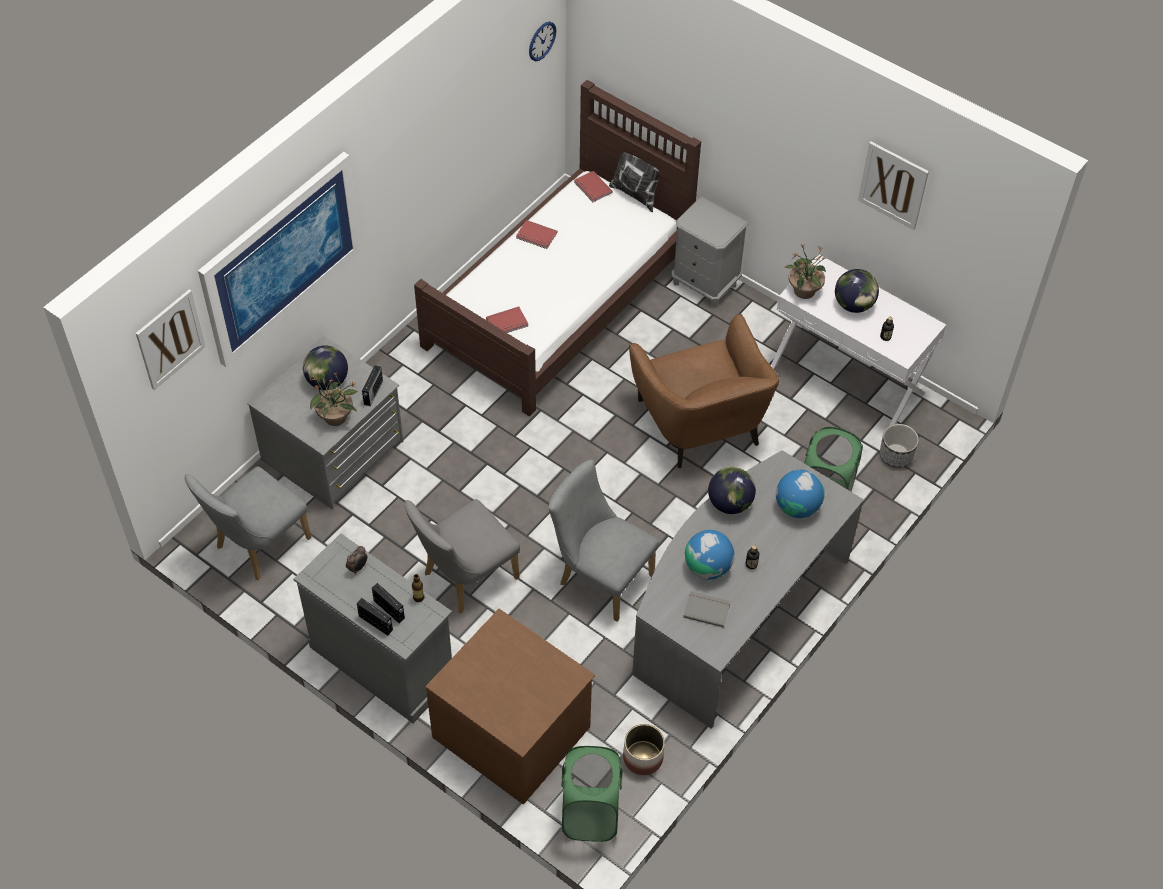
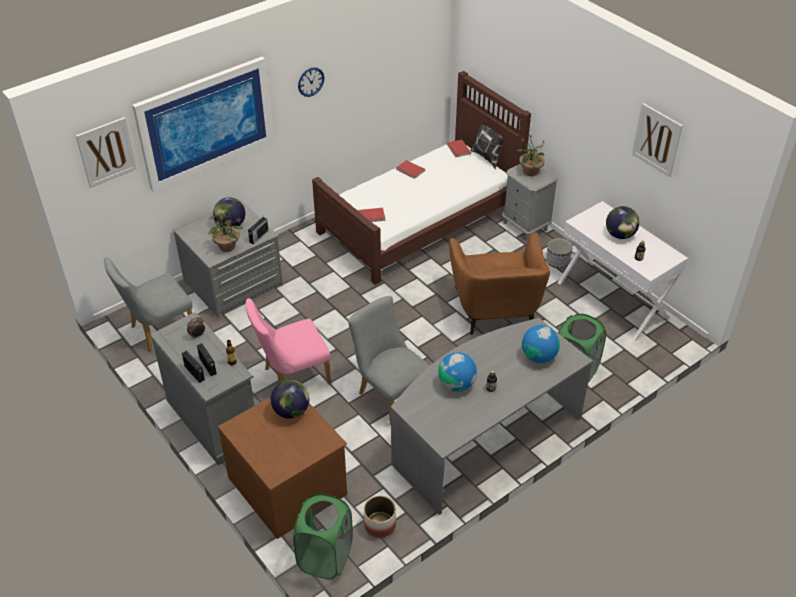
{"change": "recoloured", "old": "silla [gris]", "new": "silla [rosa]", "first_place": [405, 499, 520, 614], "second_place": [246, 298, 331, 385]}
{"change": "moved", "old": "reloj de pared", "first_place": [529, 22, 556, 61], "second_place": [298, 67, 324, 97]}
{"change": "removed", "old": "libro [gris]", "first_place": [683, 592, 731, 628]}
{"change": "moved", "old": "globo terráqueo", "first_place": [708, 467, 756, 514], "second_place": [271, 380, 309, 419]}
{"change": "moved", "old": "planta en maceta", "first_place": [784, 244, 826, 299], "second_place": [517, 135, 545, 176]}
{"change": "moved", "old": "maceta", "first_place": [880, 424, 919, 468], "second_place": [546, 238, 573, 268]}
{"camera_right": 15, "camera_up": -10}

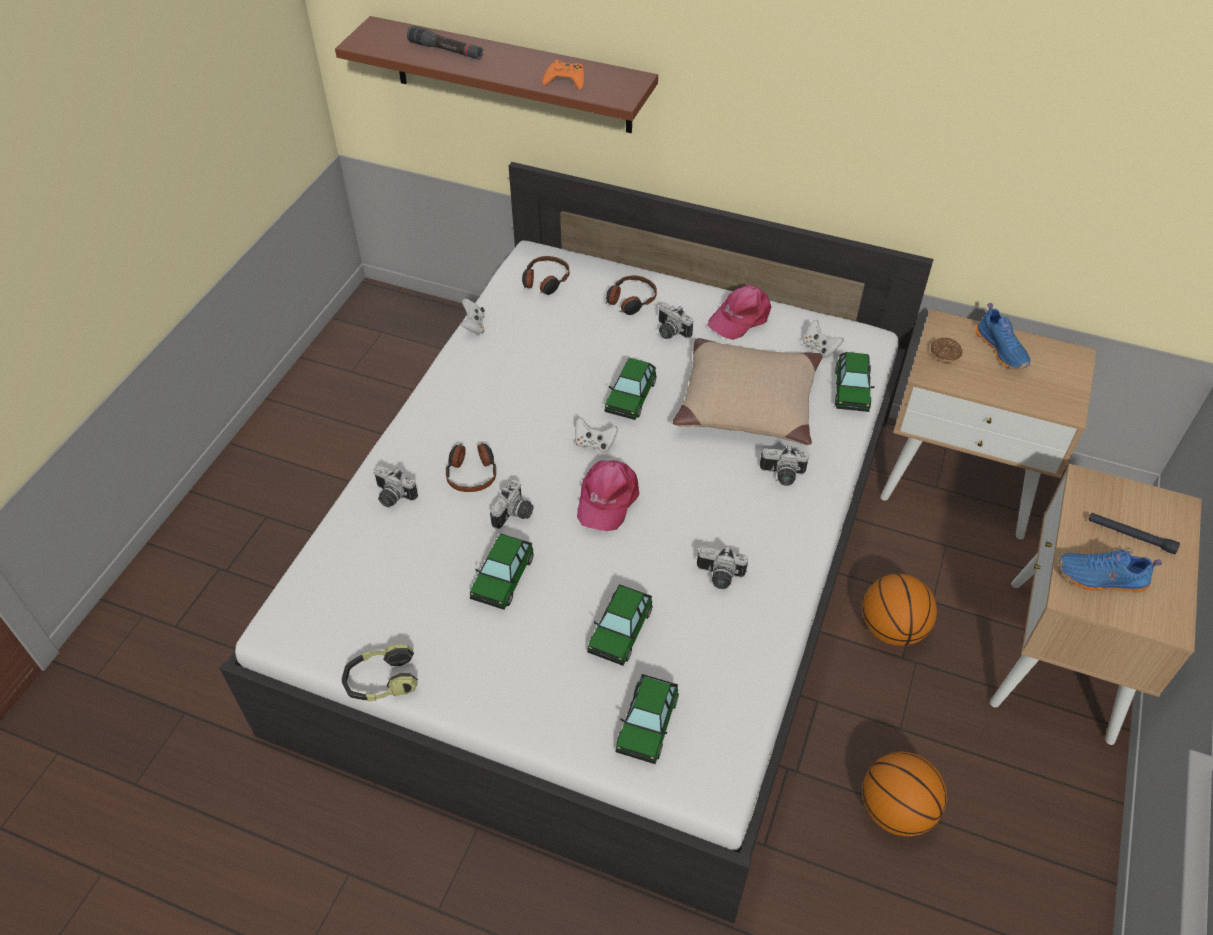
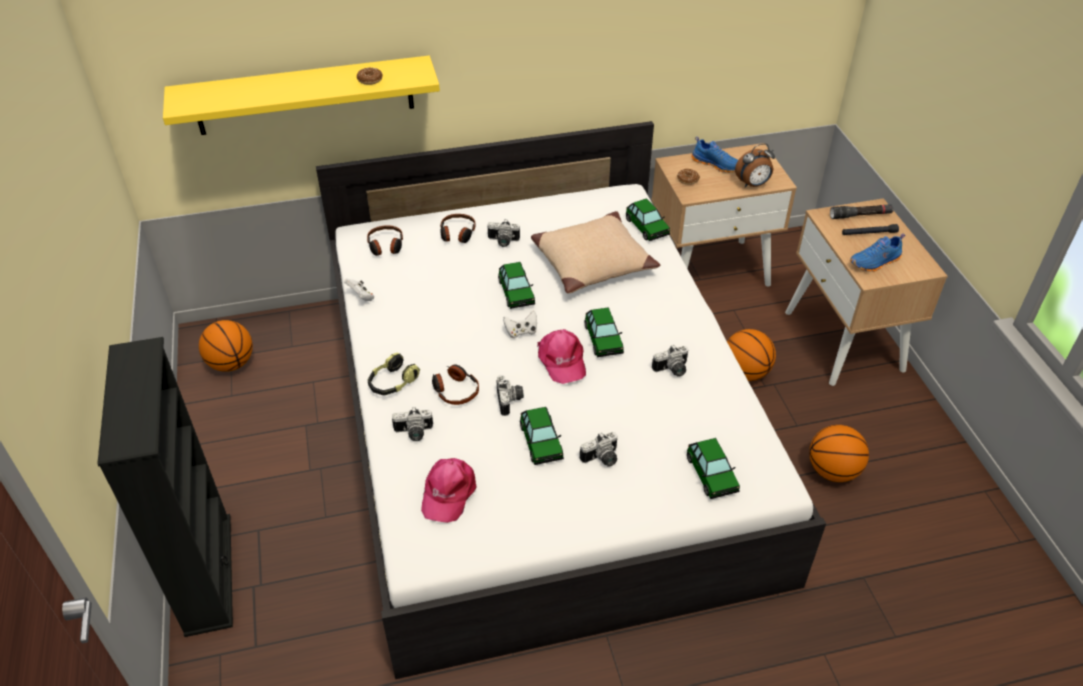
{"change": "recoloured", "old": "estante [marrón]", "new": "estante [amarillo]", "first_place": [335, 16, 658, 133], "second_place": [163, 56, 440, 135]}
{"change": "moved", "old": "auriculares", "first_place": [342, 644, 418, 701], "second_place": [368, 353, 420, 395]}
{"change": "moved", "old": "linterna [negro]", "first_place": [407, 26, 483, 60], "second_place": [830, 204, 894, 219]}
{"change": "replaced", "old": "mando de consola [naranja]", "new": "rosquilla", "first_place": [542, 60, 584, 90], "second_place": [357, 67, 382, 85]}
{"change": "moved", "old": "coche de juguete", "first_place": [587, 584, 652, 666], "second_place": [585, 307, 624, 357]}
{"change": "moved", "old": "gorra [rosa]", "first_place": [707, 284, 771, 340], "second_place": [421, 458, 476, 523]}
{"change": "moved", "old": "cámara", "first_place": [760, 446, 809, 486], "second_place": [580, 432, 618, 467]}
{"change": "removed", "old": "mando de consola [blanco]", "first_place": [803, 320, 844, 358]}
{"change": "added", "new": "estantería [negro]", "second_place": [97, 337, 233, 637]}
{"change": "added", "new": "balón de baloncesto", "second_place": [199, 320, 253, 372]}
{"change": "added", "new": "despertador", "second_place": [735, 143, 775, 187]}
{"camera_right": -35, "camera_up": -5}

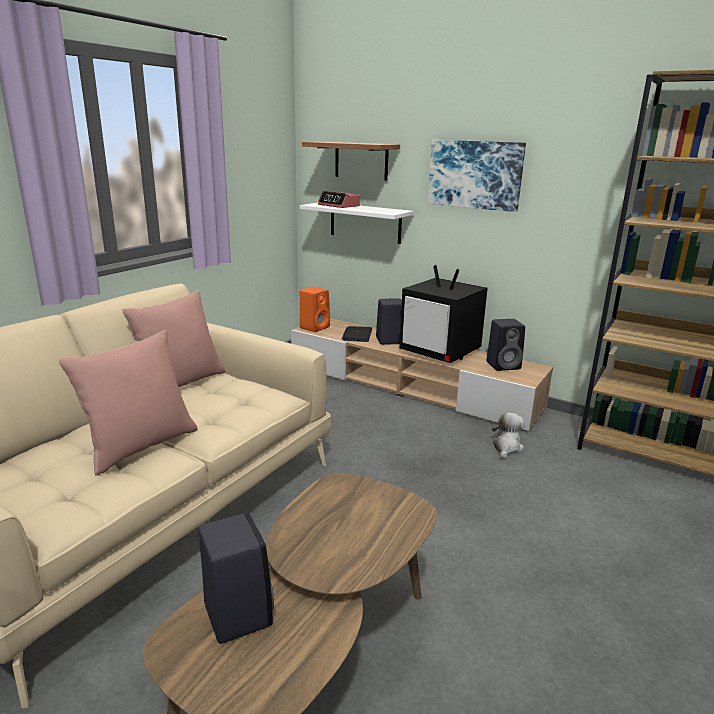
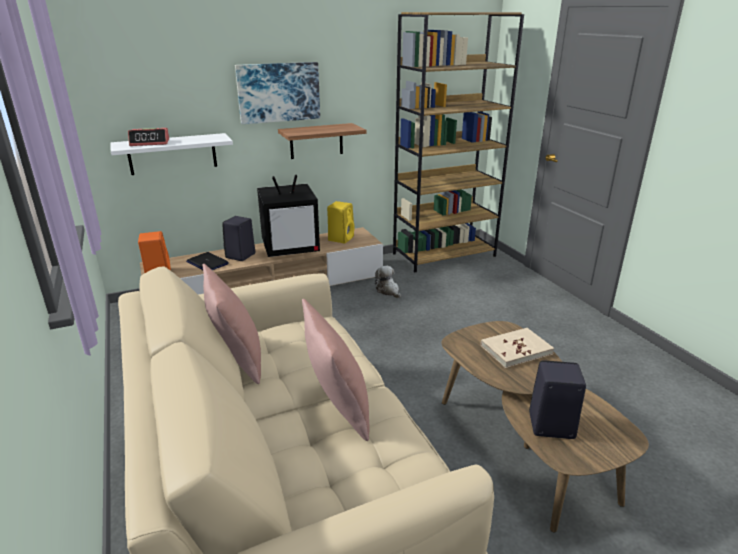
{"change": "moved", "old": "estante", "first_place": [302, 142, 400, 181], "second_place": [278, 123, 366, 159]}
{"change": "recoloured", "old": "altavoz [negro]", "new": "altavoz [amarillo]", "first_place": [486, 319, 525, 371], "second_place": [327, 201, 355, 243]}
{"change": "added", "new": "libro [beis]", "second_place": [481, 328, 554, 368]}
{"camera_right": -55, "camera_up": 5}

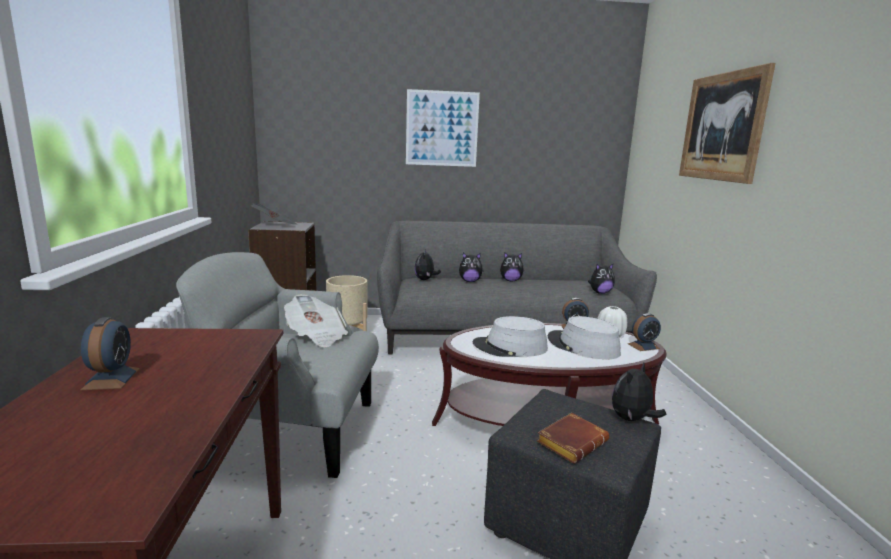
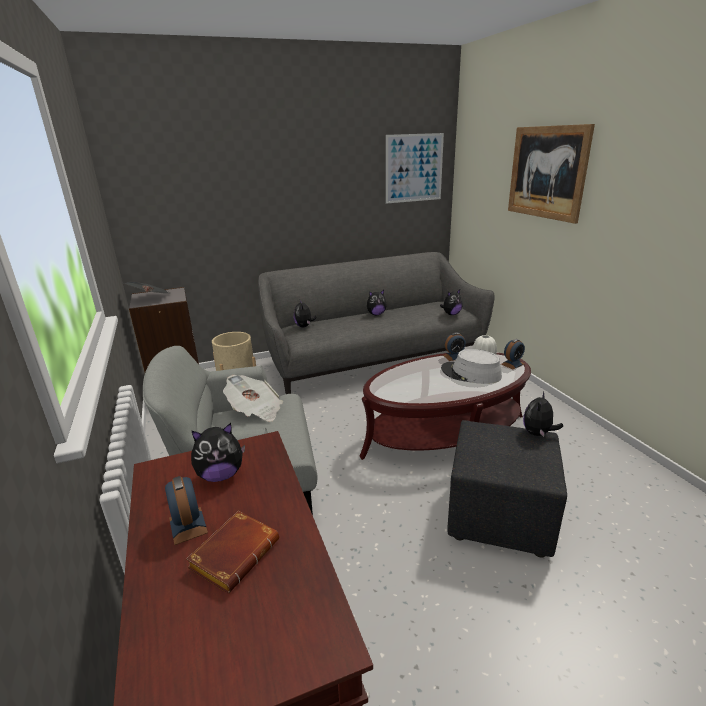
{"change": "moved", "old": "cuadro", "first_place": [406, 89, 480, 167], "second_place": [386, 133, 444, 204]}
{"change": "moved", "old": "peluche", "first_place": [459, 253, 484, 282], "second_place": [191, 423, 245, 482]}
{"change": "removed", "old": "sombrero [gris]", "first_place": [473, 316, 548, 357]}
{"change": "moved", "old": "libro [marrón]", "first_place": [537, 413, 609, 464], "second_place": [186, 511, 279, 593]}
{"camera_right": -15, "camera_up": 10}

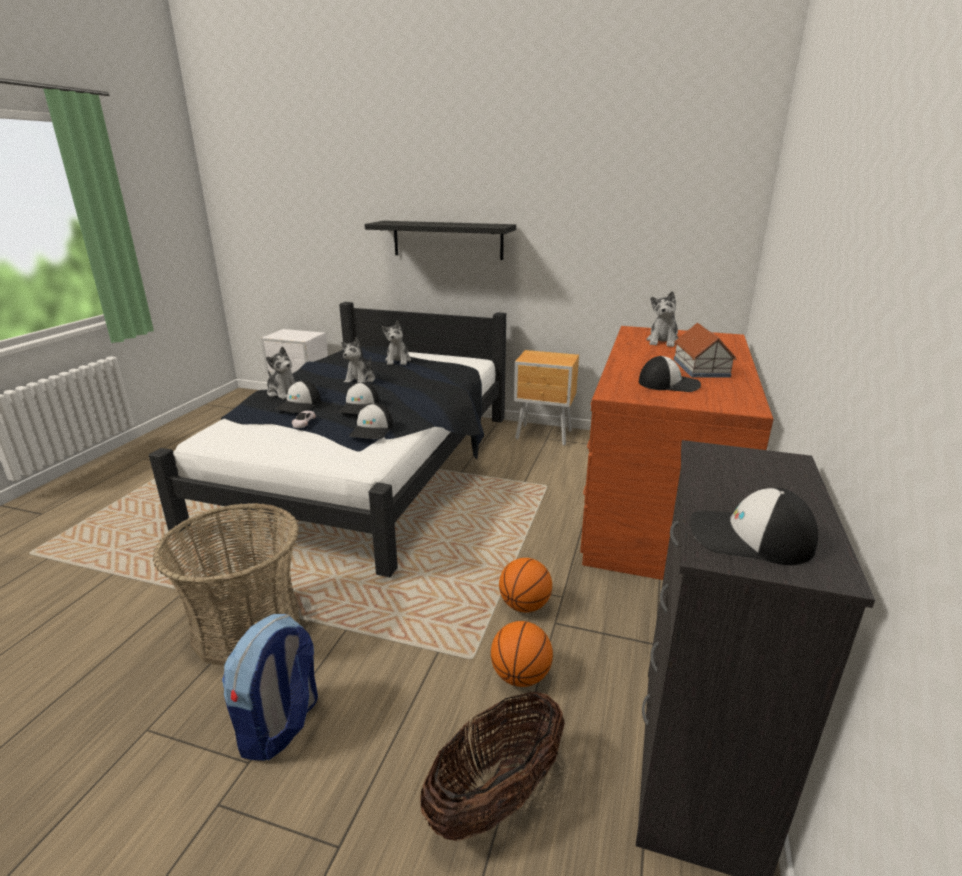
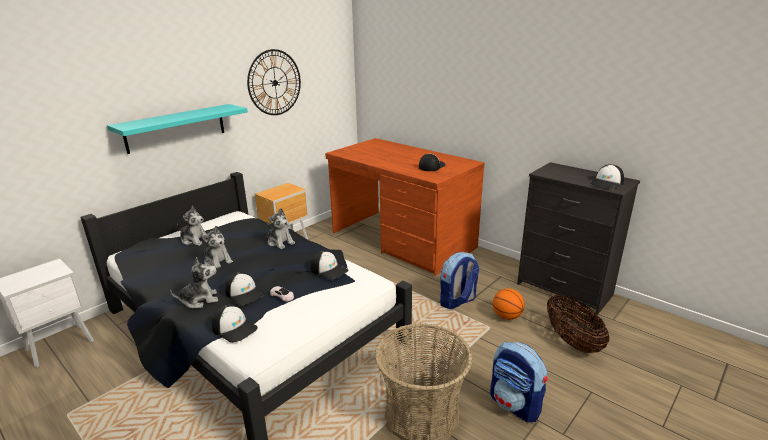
{"change": "moved", "old": "gorra", "first_place": [339, 382, 379, 414], "second_place": [212, 304, 258, 343]}
{"change": "recoloured", "old": "estante [negro]", "new": "estante [turquesa]", "first_place": [364, 221, 516, 260], "second_place": [107, 104, 248, 154]}
{"change": "replaced", "old": "balón de baloncesto", "new": "mochila", "first_place": [499, 558, 552, 613], "second_place": [440, 252, 479, 310]}
{"change": "moved", "old": "peluche", "first_place": [647, 291, 678, 347], "second_place": [268, 208, 295, 249]}
{"change": "removed", "old": "casita", "first_place": [674, 323, 737, 378]}
{"change": "added", "new": "reloj de pared", "second_place": [247, 49, 301, 115]}
{"camera_right": -65, "camera_up": 0}

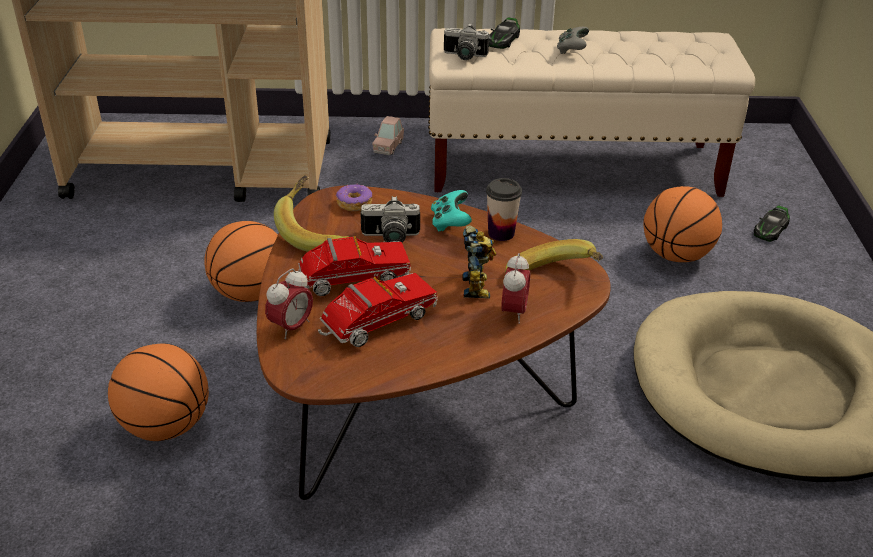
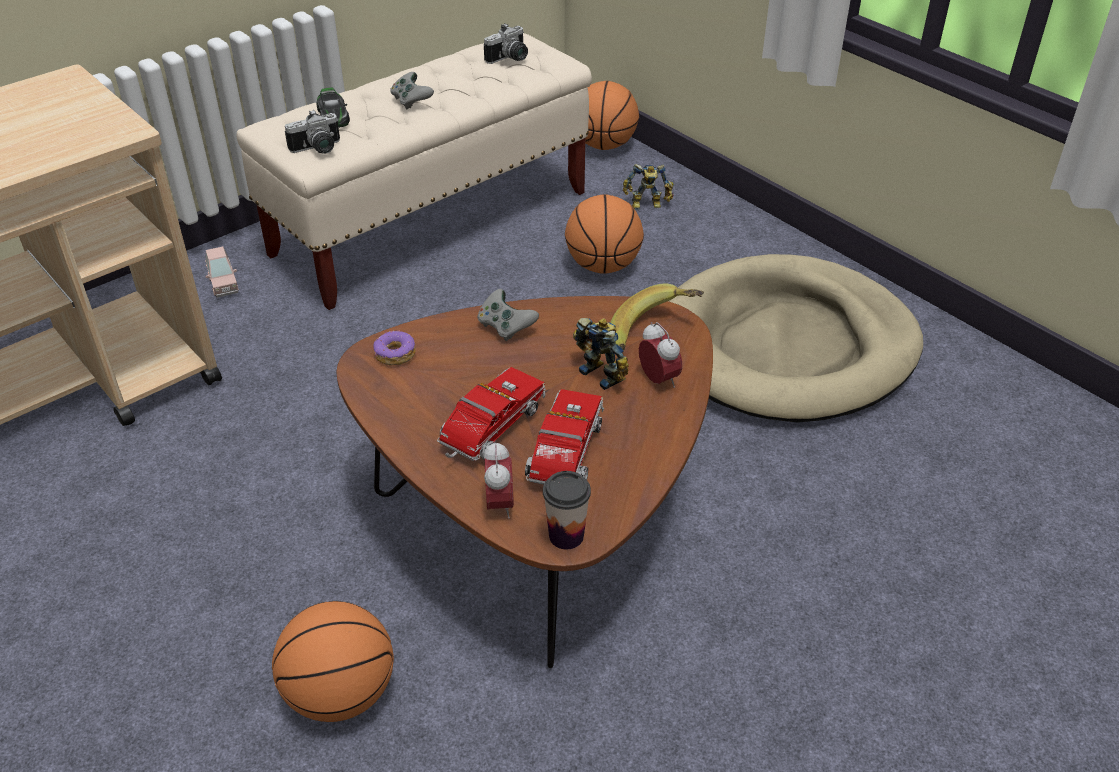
{"change": "moved", "old": "balón de baloncesto", "first_place": [204, 221, 278, 302], "second_place": [585, 81, 639, 150]}
{"change": "removed", "old": "plátano", "first_place": [274, 175, 350, 252]}
{"change": "moved", "old": "cámara", "first_place": [360, 196, 420, 243], "second_place": [484, 23, 528, 64]}
{"change": "recoloured", "old": "mando de consola [turquesa]", "new": "mando de consola [gris]", "first_place": [431, 190, 472, 232], "second_place": [477, 289, 539, 341]}
{"change": "moved", "old": "taza", "first_place": [486, 178, 522, 241], "second_place": [543, 471, 591, 550]}
{"change": "replaced", "old": "coche de juguete", "new": "robot de juguete", "first_place": [754, 205, 790, 242], "second_place": [623, 164, 674, 210]}
{"camera_right": -40, "camera_up": 5}

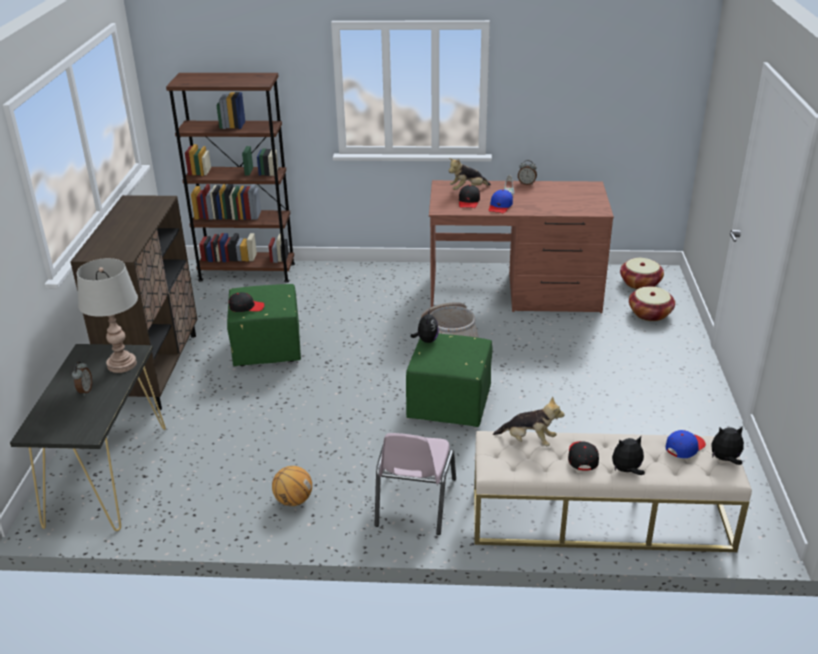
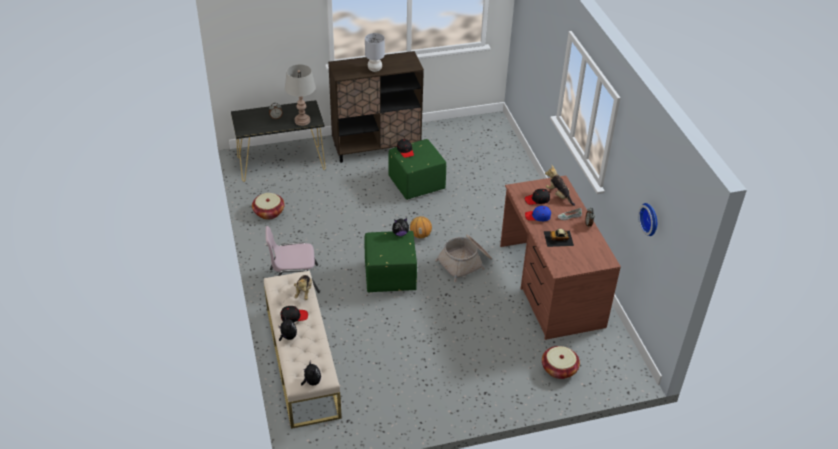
{"change": "removed", "old": "estantería [marrón]", "first_place": [166, 73, 295, 283]}
{"change": "moved", "old": "balón de baloncesto", "first_place": [272, 466, 312, 506], "second_place": [410, 216, 432, 238]}
{"change": "moved", "old": "cesta", "first_place": [620, 258, 664, 289], "second_place": [252, 193, 285, 220]}
{"change": "removed", "old": "gorra [azul]", "first_place": [666, 430, 706, 458]}
{"change": "added", "new": "lámpara de mesa [gris]", "second_place": [365, 33, 385, 72]}
{"change": "added", "new": "coche de juguete", "second_place": [544, 229, 574, 247]}
{"change": "added", "new": "reloj de pared", "second_place": [638, 203, 657, 236]}
{"camera_right": 70, "camera_up": 10}

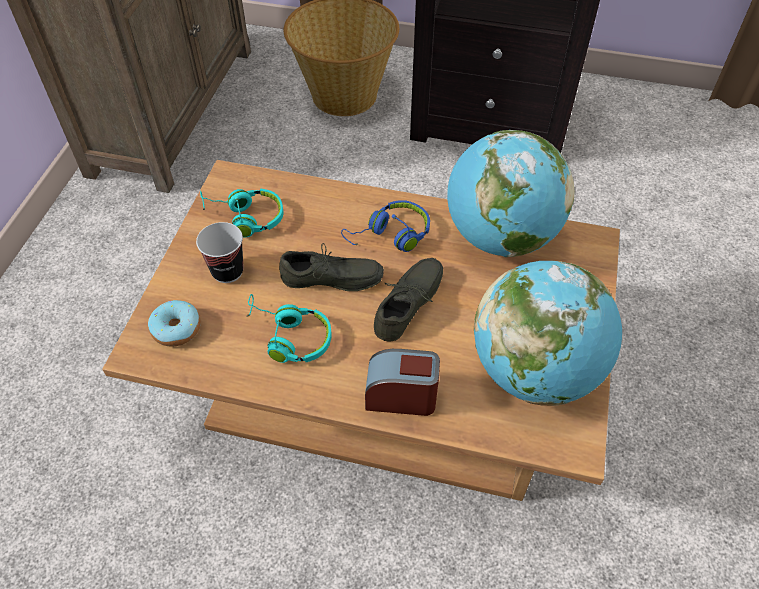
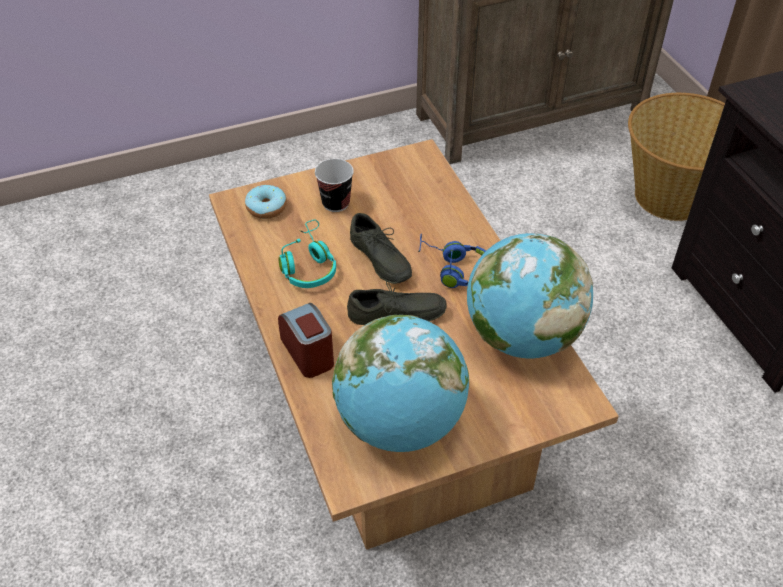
{"change": "removed", "old": "auriculares [turquesa]", "first_place": [200, 189, 284, 238]}
{"camera_right": 55, "camera_up": -5}

